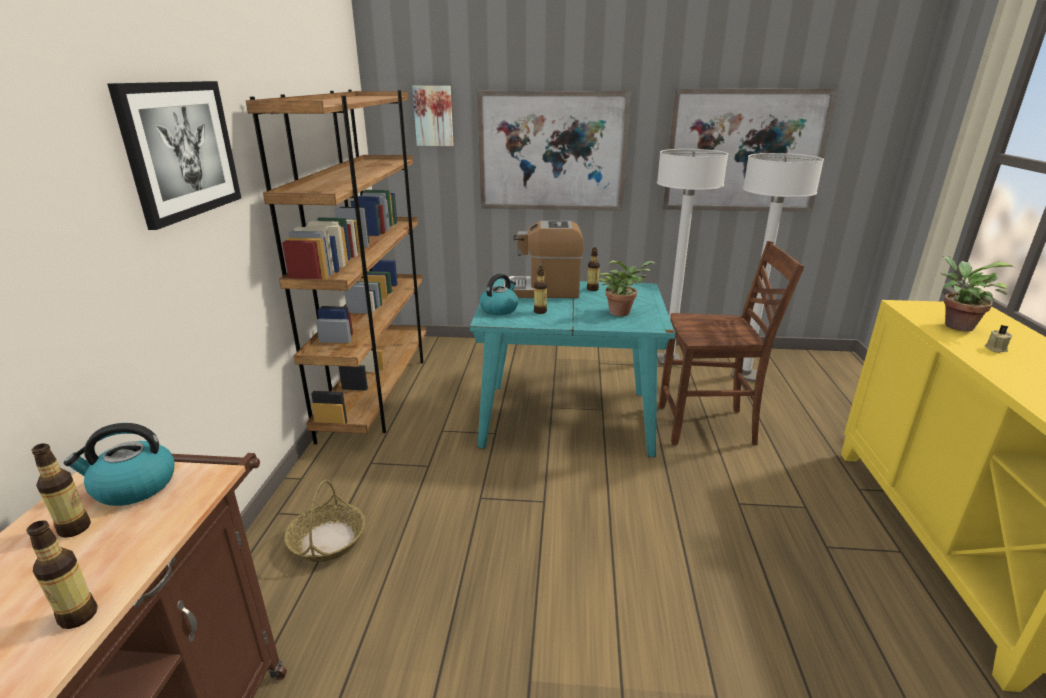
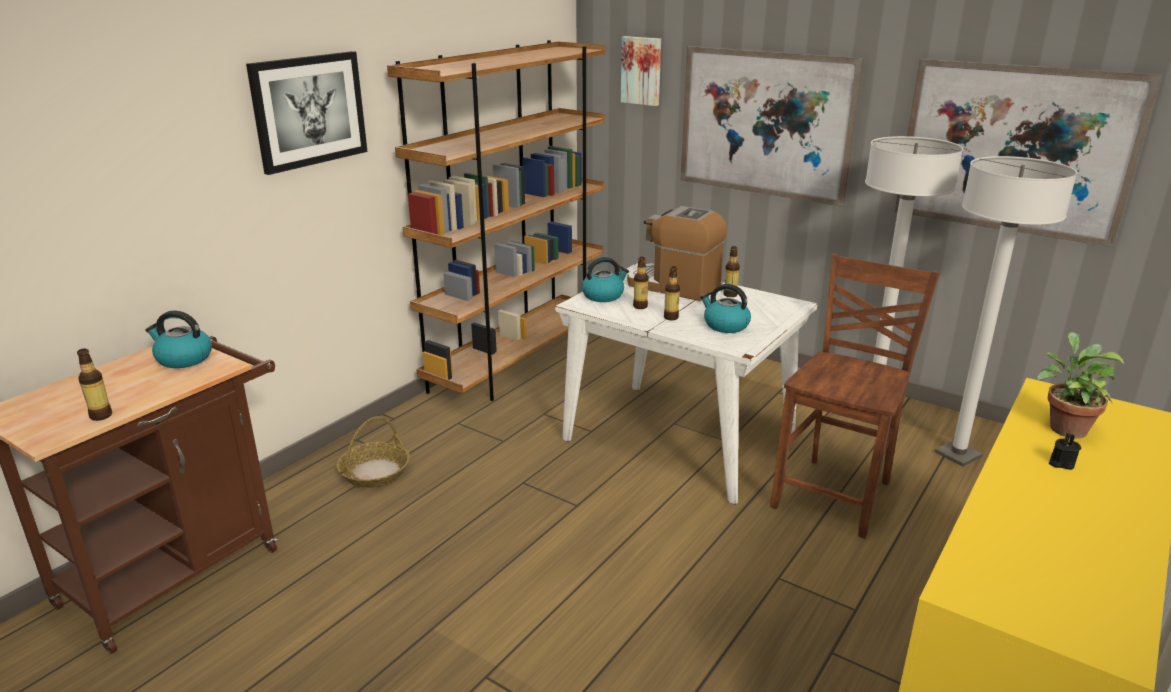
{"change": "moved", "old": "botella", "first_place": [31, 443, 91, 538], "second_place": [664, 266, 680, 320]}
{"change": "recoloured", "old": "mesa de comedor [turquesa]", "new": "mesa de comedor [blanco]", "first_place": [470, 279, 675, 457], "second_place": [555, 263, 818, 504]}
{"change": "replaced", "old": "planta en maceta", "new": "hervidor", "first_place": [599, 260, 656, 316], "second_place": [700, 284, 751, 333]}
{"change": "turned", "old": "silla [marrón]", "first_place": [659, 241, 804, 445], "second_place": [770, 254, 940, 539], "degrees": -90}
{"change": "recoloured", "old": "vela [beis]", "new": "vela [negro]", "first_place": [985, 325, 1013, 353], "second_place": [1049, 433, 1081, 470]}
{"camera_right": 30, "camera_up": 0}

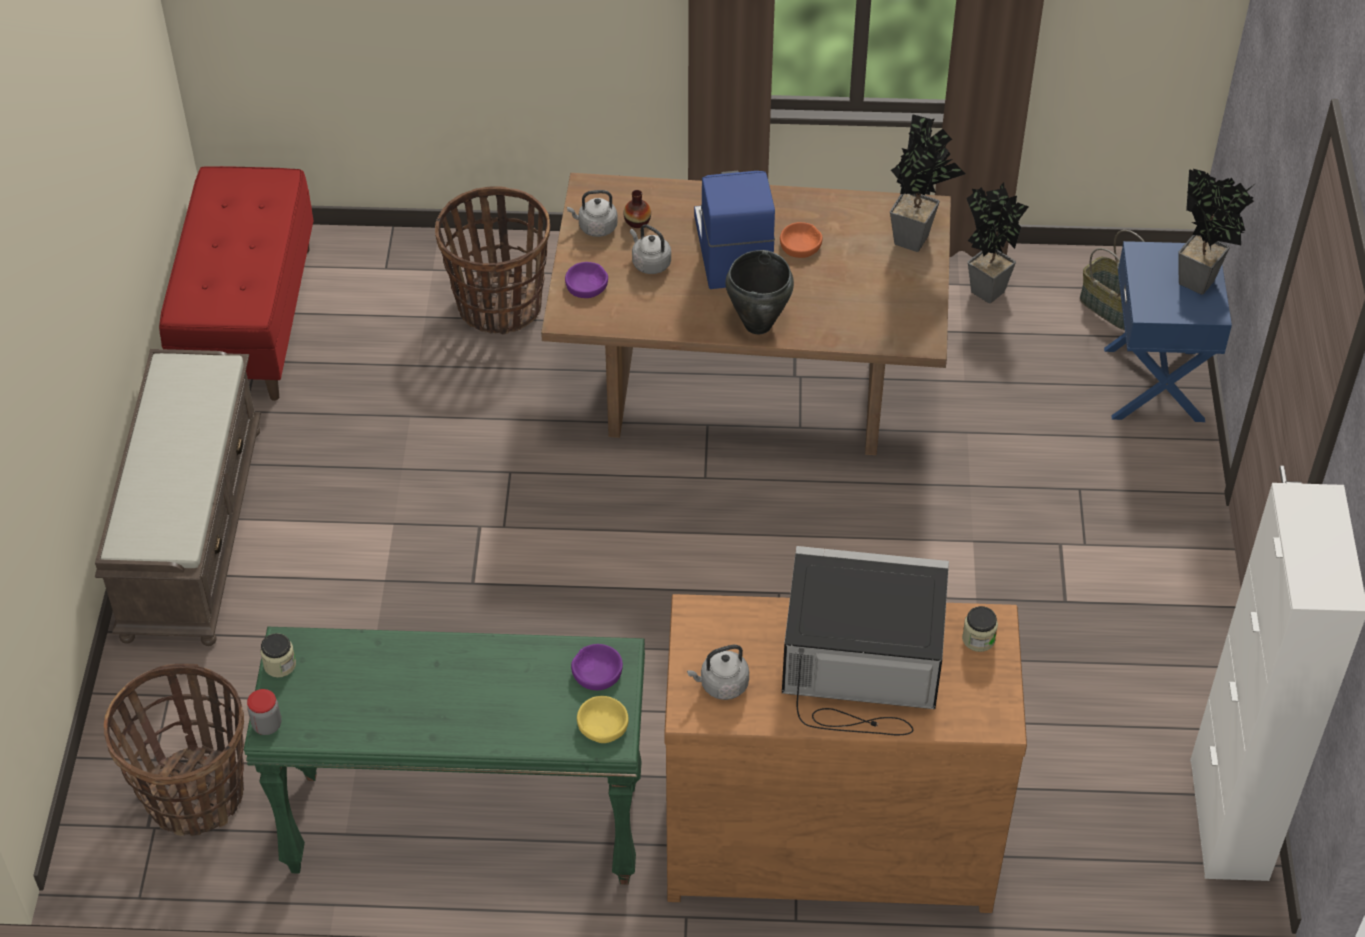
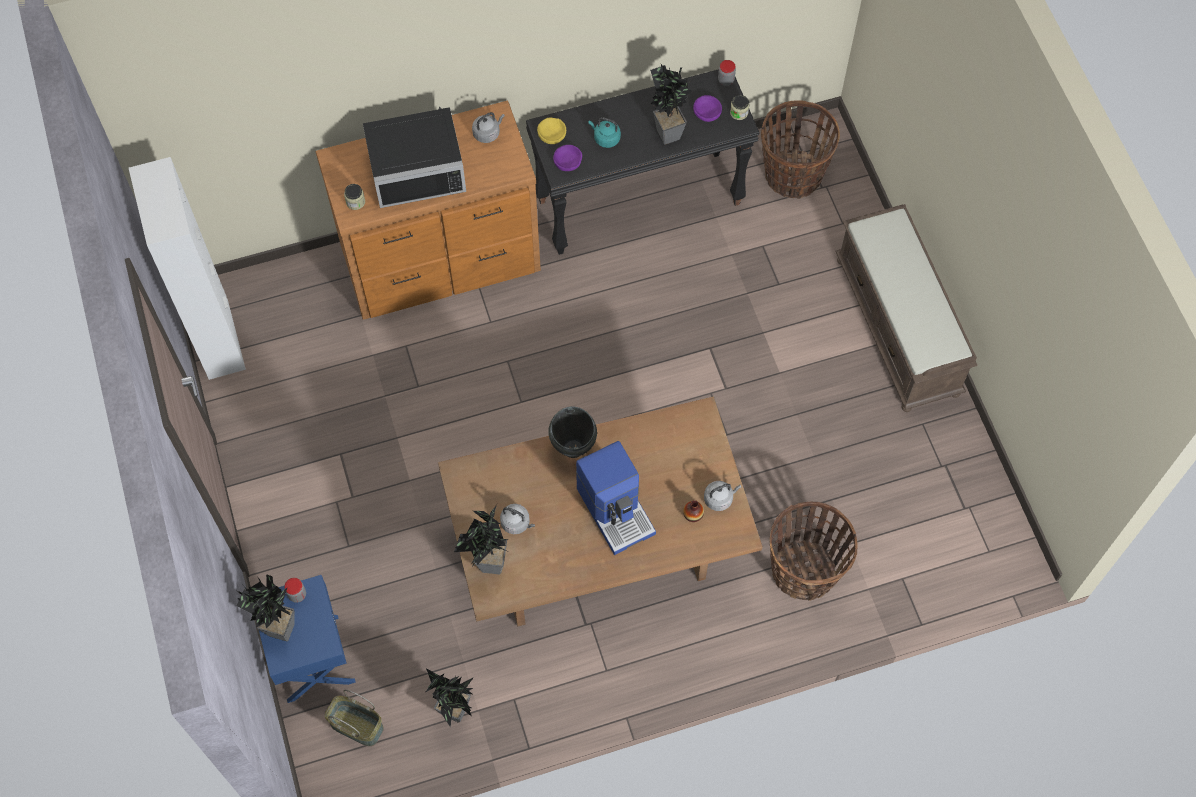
{"change": "removed", "old": "banco [rojo]", "first_place": [159, 166, 313, 401]}
{"change": "recoloured", "old": "mesa consola [verde]", "new": "mesa consola [negro]", "first_place": [244, 627, 645, 885], "second_place": [526, 69, 759, 255]}
{"change": "moved", "old": "cuenco [morado]", "first_place": [565, 262, 608, 298], "second_place": [693, 95, 722, 122]}
{"change": "moved", "old": "hervidor [gris]", "first_place": [630, 224, 671, 274], "second_place": [500, 504, 535, 534]}
{"change": "removed", "old": "cuenco [naranja]", "first_place": [780, 222, 822, 258]}
{"change": "added", "new": "tarro", "second_place": [284, 578, 306, 603]}
{"change": "added", "new": "hervidor [turquesa]", "second_place": [589, 117, 621, 148]}
{"change": "added", "new": "planta en maceta", "second_place": [650, 64, 692, 145]}
{"camera_right": 160, "camera_up": 15}

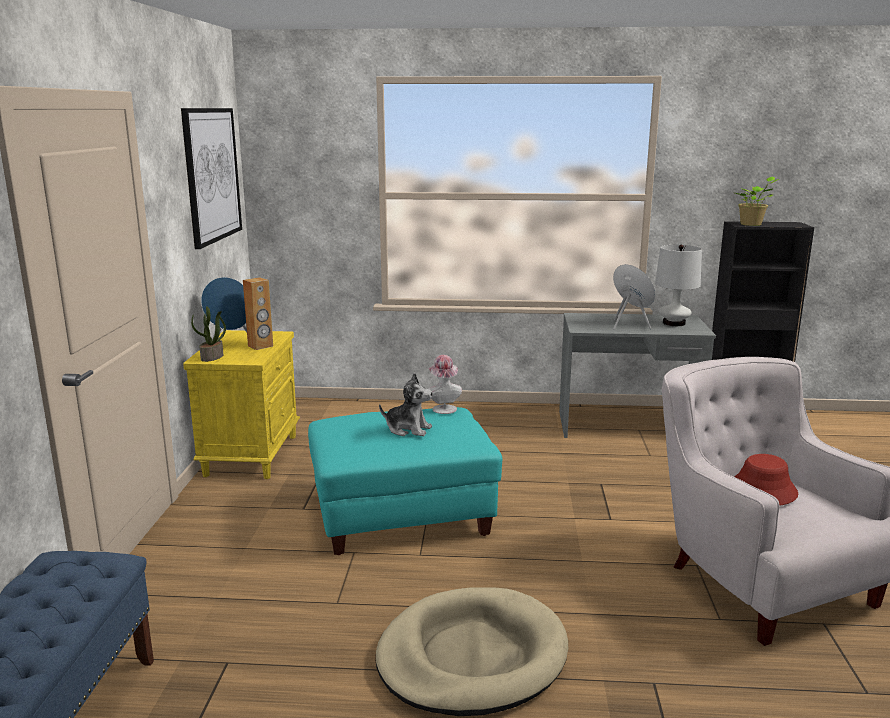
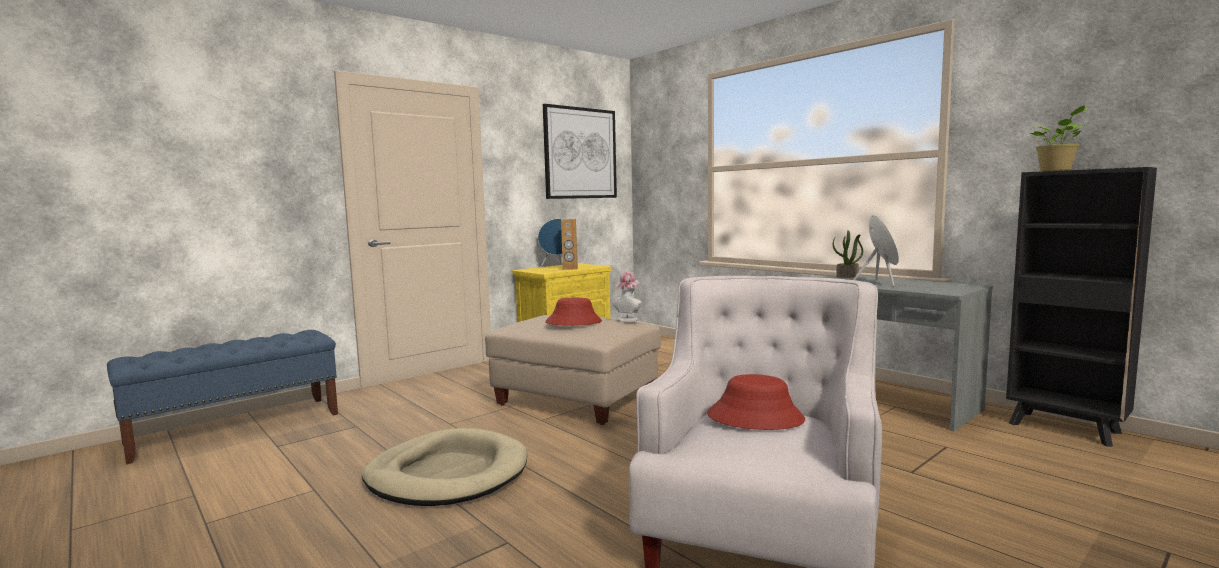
{"change": "moved", "old": "planta en maceta", "first_place": [191, 306, 226, 362], "second_place": [833, 230, 863, 278]}
{"change": "recoloured", "old": "puf [turquesa]", "new": "puf [beis]", "first_place": [308, 407, 502, 555], "second_place": [485, 315, 661, 425]}
{"change": "replaced", "old": "peluche", "new": "sombrero [rojo]", "first_place": [379, 373, 433, 436], "second_place": [545, 298, 602, 326]}
{"change": "removed", "old": "lámpara de mesa [blanco]", "first_place": [655, 245, 702, 326]}
{"camera_right": 45, "camera_up": -10}

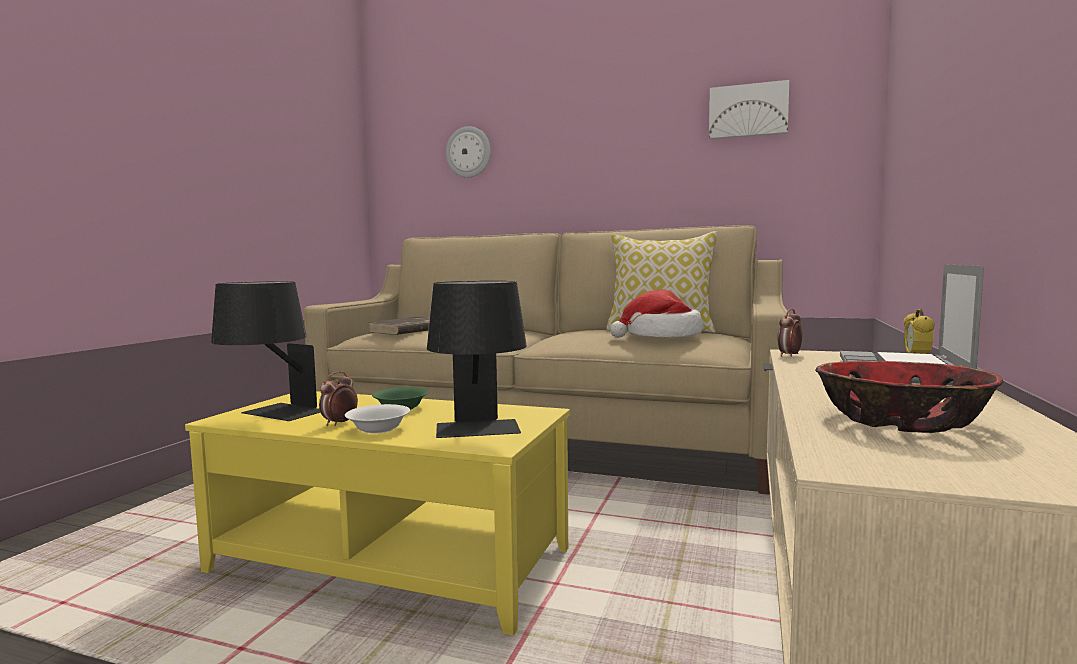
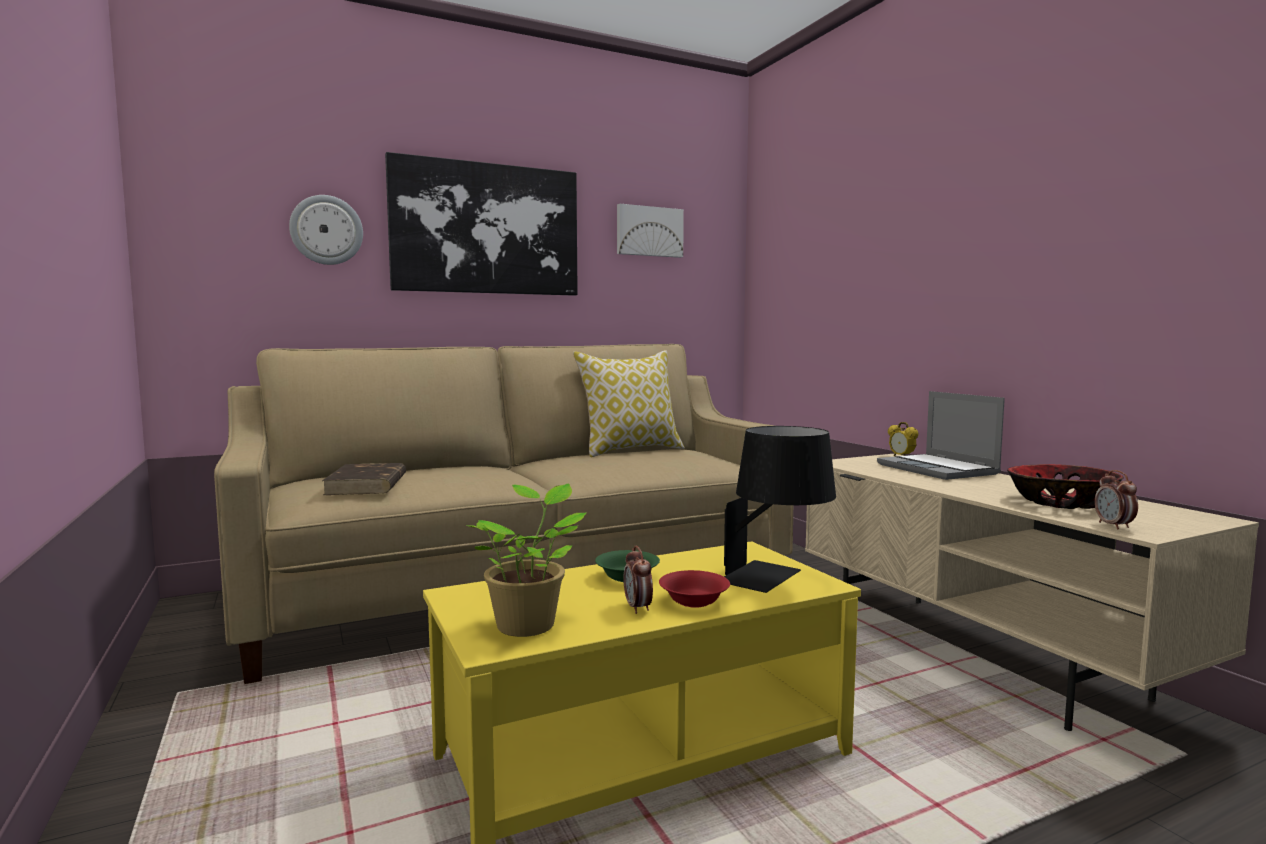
{"change": "replaced", "old": "lámpara de mesa [negro]", "new": "planta en maceta", "first_place": [211, 281, 321, 421], "second_place": [467, 483, 587, 637]}
{"change": "recoloured", "old": "cuenco [blanco]", "new": "cuenco [rojo]", "first_place": [345, 404, 410, 434], "second_place": [659, 570, 730, 607]}
{"change": "removed", "old": "sombrero", "first_place": [610, 289, 703, 337]}
{"change": "moved", "old": "despertador", "first_place": [777, 309, 802, 357], "second_place": [1094, 470, 1138, 529]}
{"change": "added", "new": "cuadro", "second_place": [385, 152, 578, 296]}
{"camera_right": -45, "camera_up": 0}

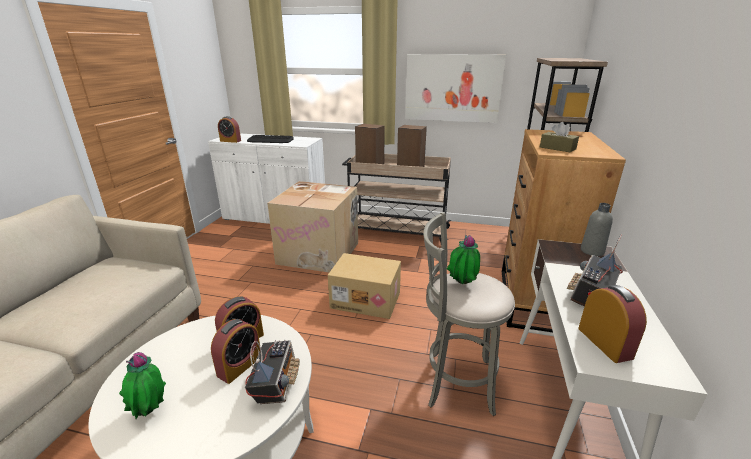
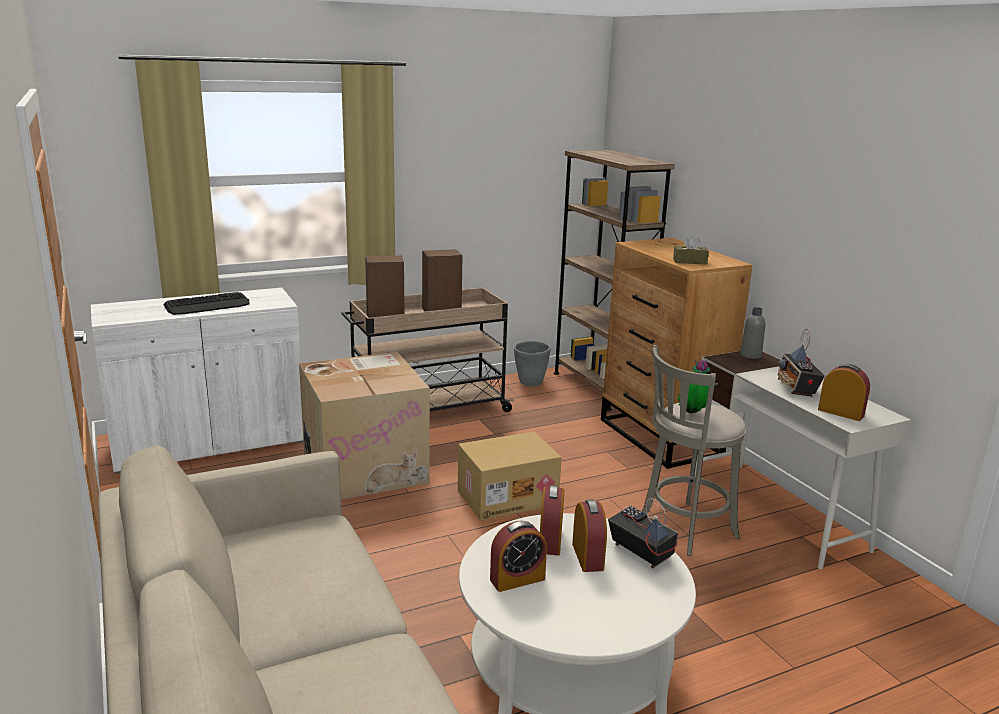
{"change": "removed", "old": "planta en maceta", "first_place": [119, 352, 166, 419]}
{"change": "moved", "old": "despertador", "first_place": [218, 116, 241, 143], "second_place": [490, 521, 547, 592]}
{"change": "removed", "old": "cuadro", "first_place": [405, 54, 506, 123]}
{"change": "added", "new": "maceta [gris]", "second_place": [514, 341, 551, 386]}
{"camera_right": -40, "camera_up": -5}

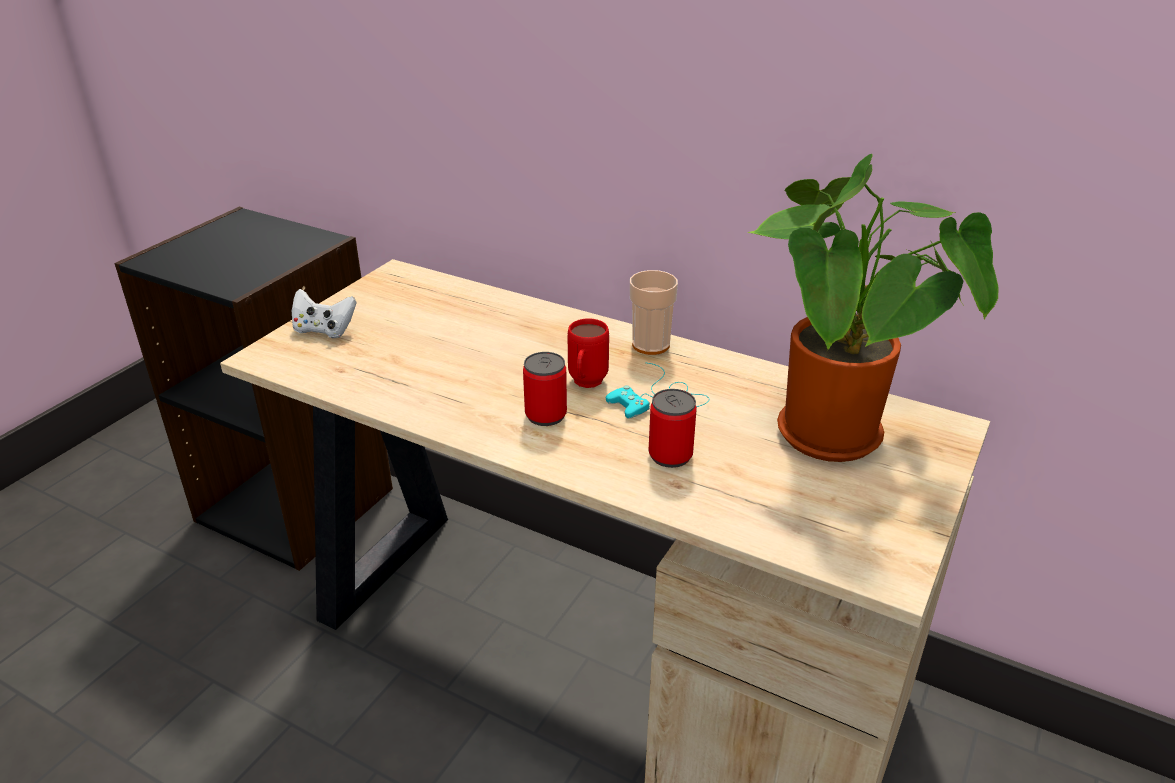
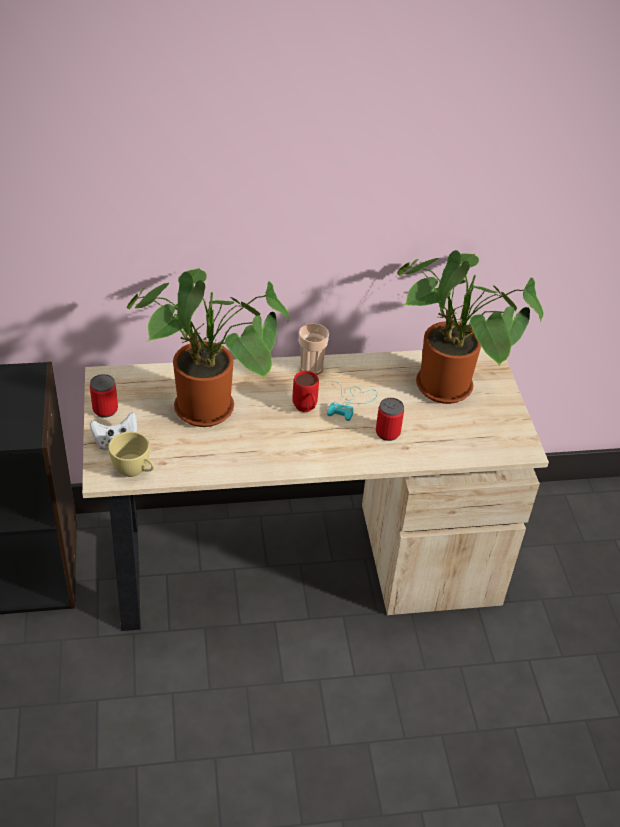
{"change": "moved", "old": "lata", "first_place": [523, 352, 567, 426], "second_place": [90, 374, 118, 418]}
{"change": "added", "new": "taza [amarillo]", "second_place": [108, 432, 154, 477]}
{"change": "added", "new": "planta en maceta", "second_place": [127, 268, 289, 427]}
{"camera_right": -40, "camera_up": 10}

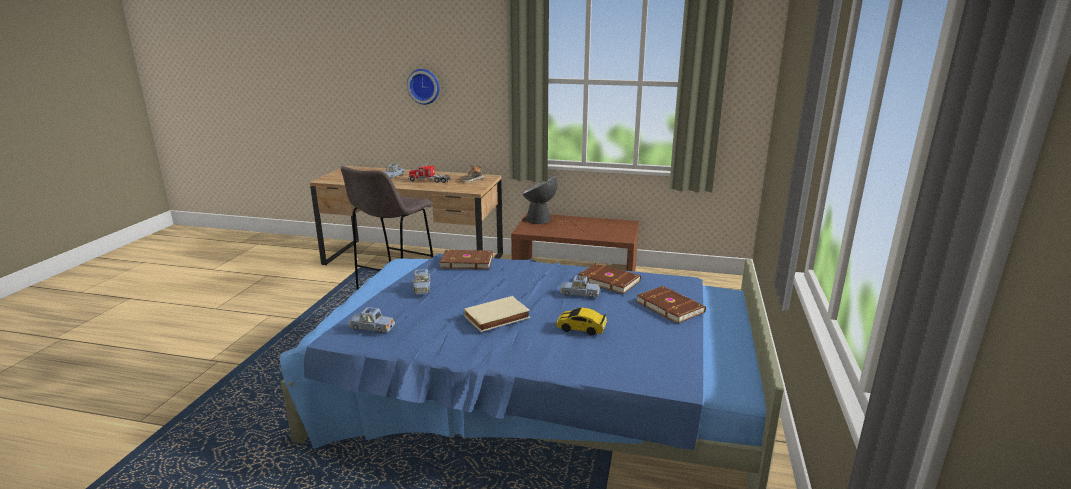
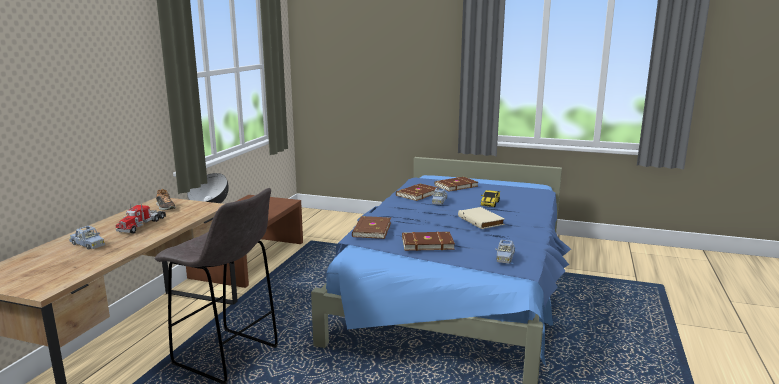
{"change": "removed", "old": "reloj de pared", "first_place": [407, 69, 440, 105]}
{"change": "replaced", "old": "coche de juguete [azul]", "new": "libro [marrón]", "first_place": [411, 269, 432, 294], "second_place": [402, 232, 455, 251]}
{"camera_right": -85, "camera_up": -5}

